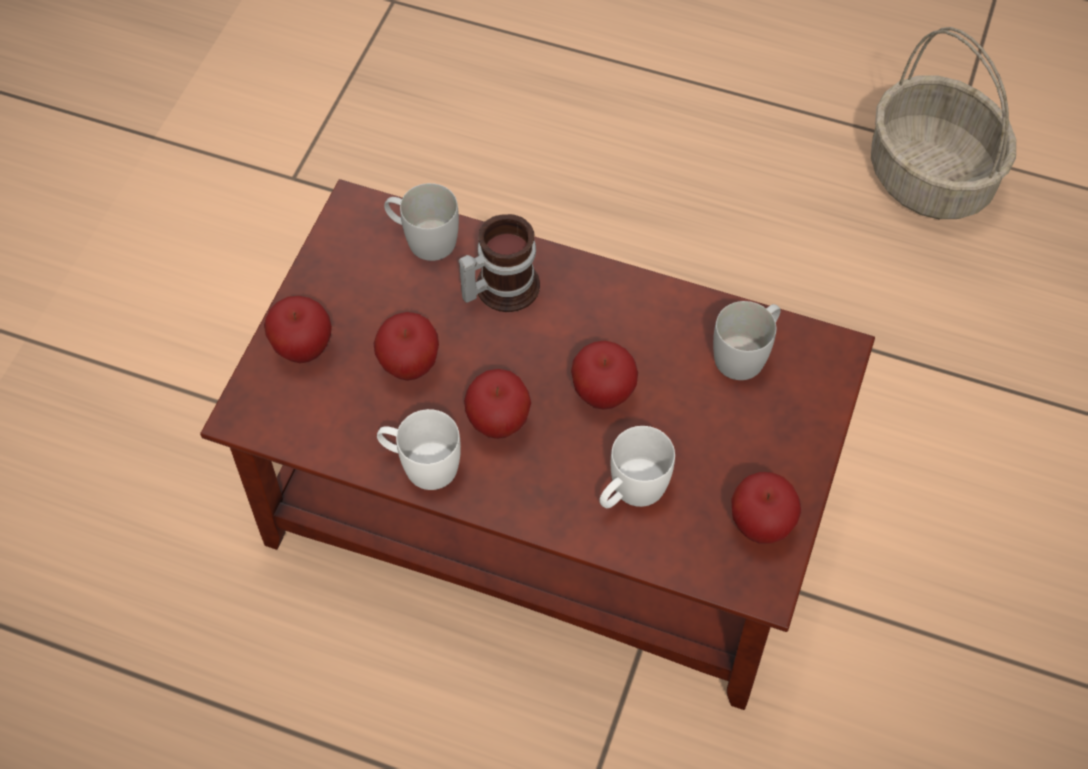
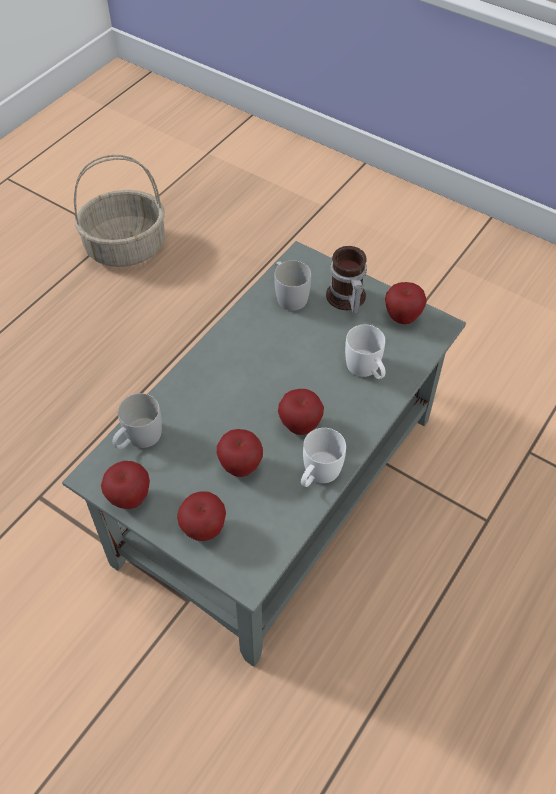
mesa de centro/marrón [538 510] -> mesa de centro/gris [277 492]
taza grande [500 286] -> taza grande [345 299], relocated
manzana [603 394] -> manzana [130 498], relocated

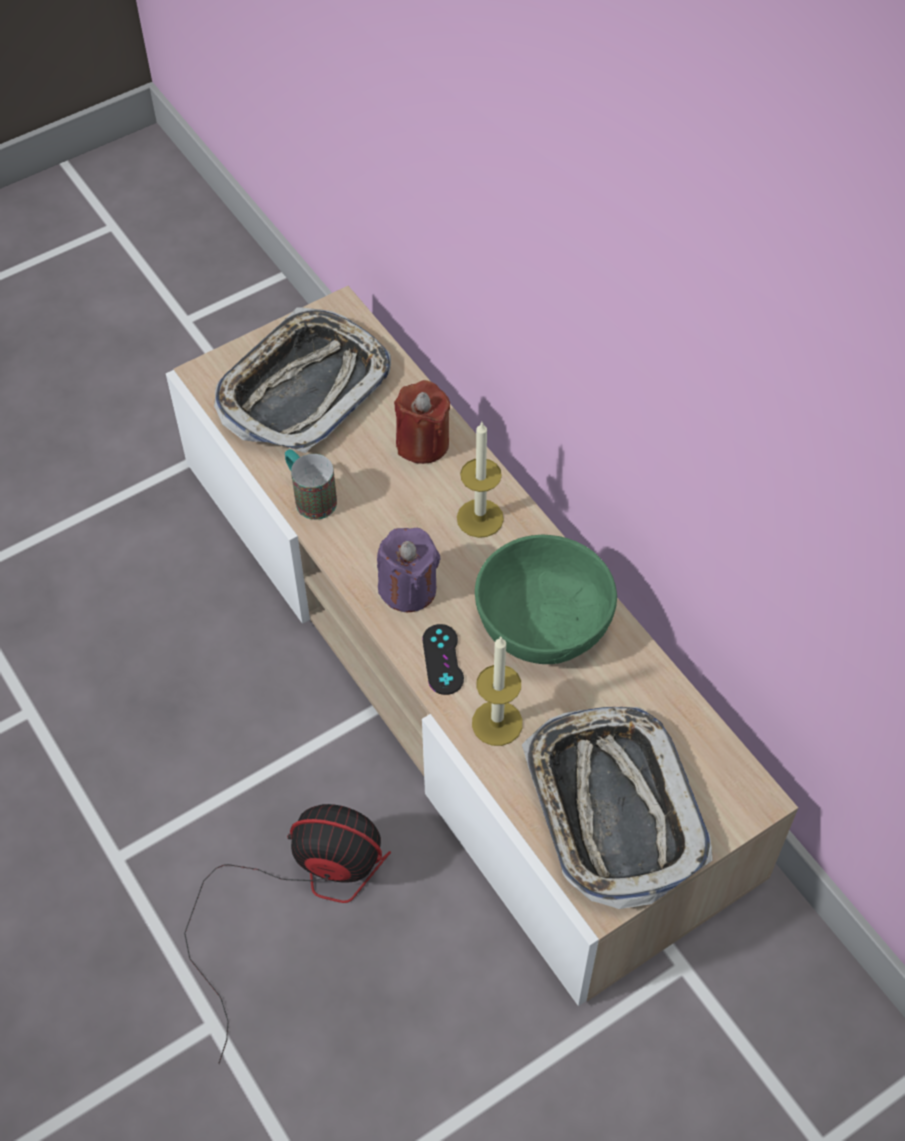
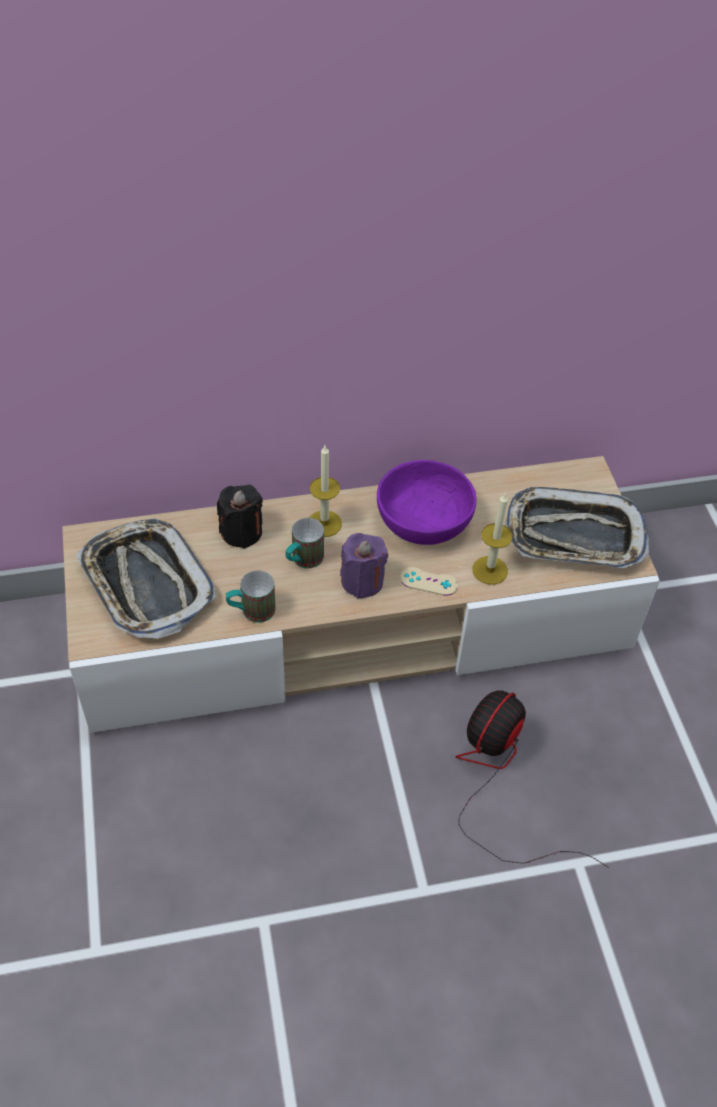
vela/rojo [422 443] -> vela/negro [241 532]
mando de consola/negro [443 659] -> mando de consola/beis [428 581]
cuenco/verde [543 620] -> cuenco/morado [423 520]
none -> taza grande [303 561]

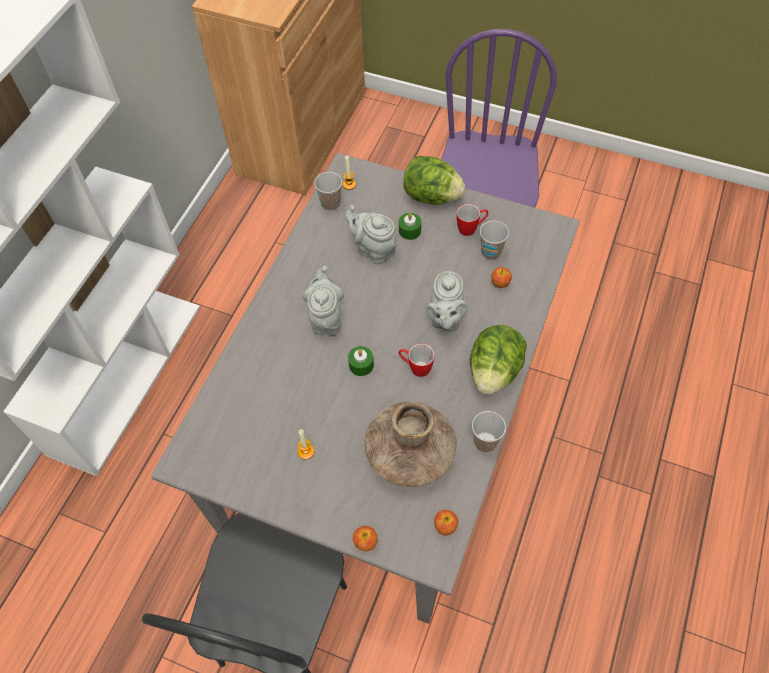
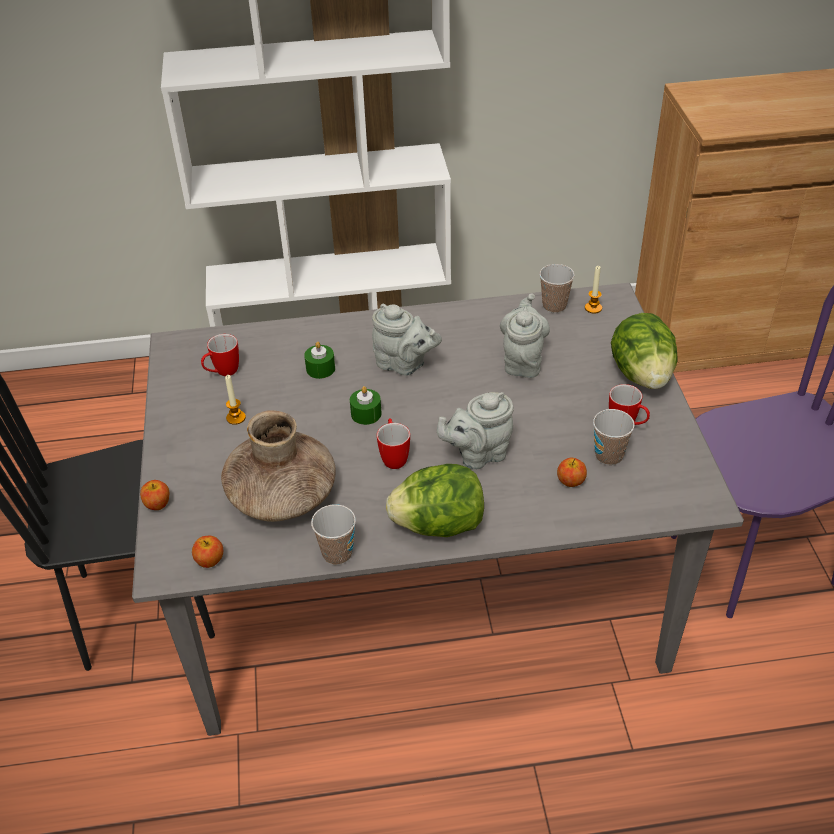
tetera/gris [326 318] -> tetera/gris [404 365], 60 degrees clockwise
vela/verde [409 231] -> vela/verde [320 369], relocated
none -> taza grande [222 373]

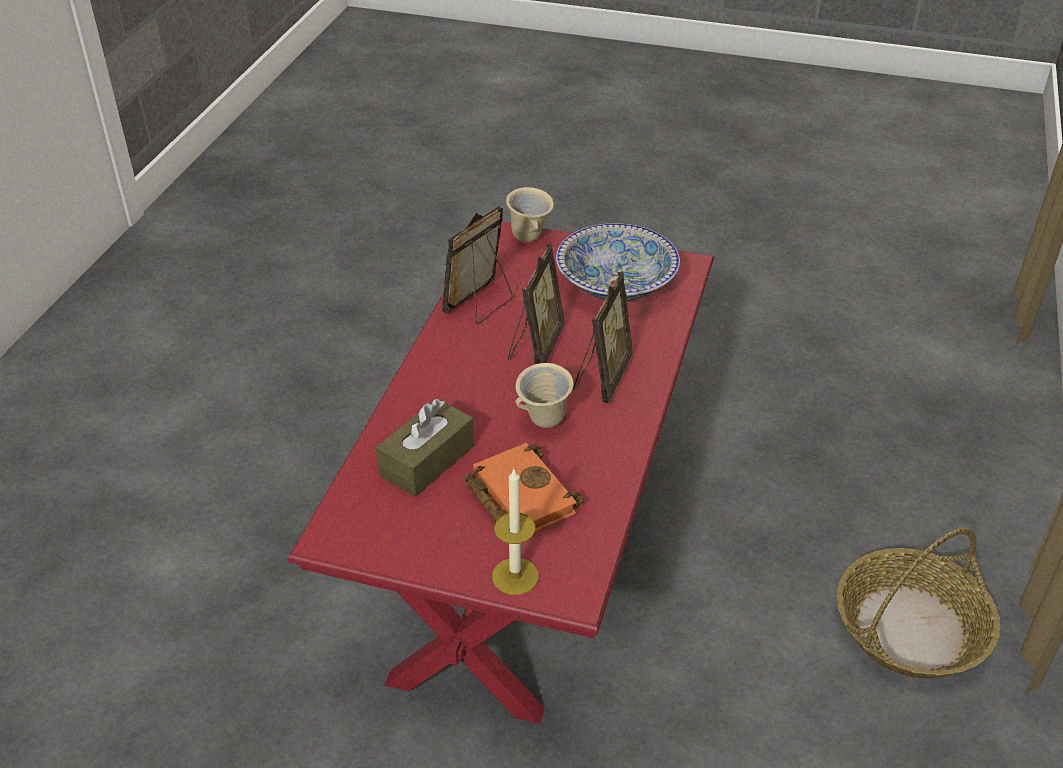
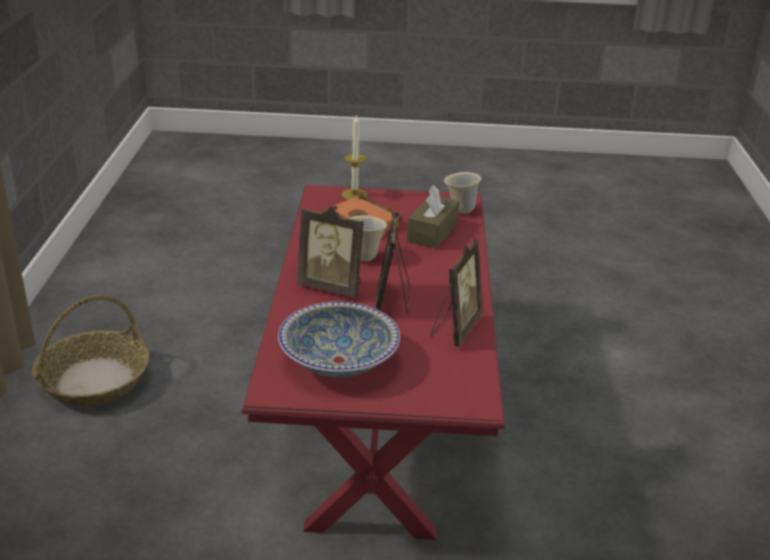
taza grande/beis [530 239] -> taza grande/beis [460 210], relocated
portarretratos [601 377] -> portarretratos [332 286], 75 degrees counterclockwise

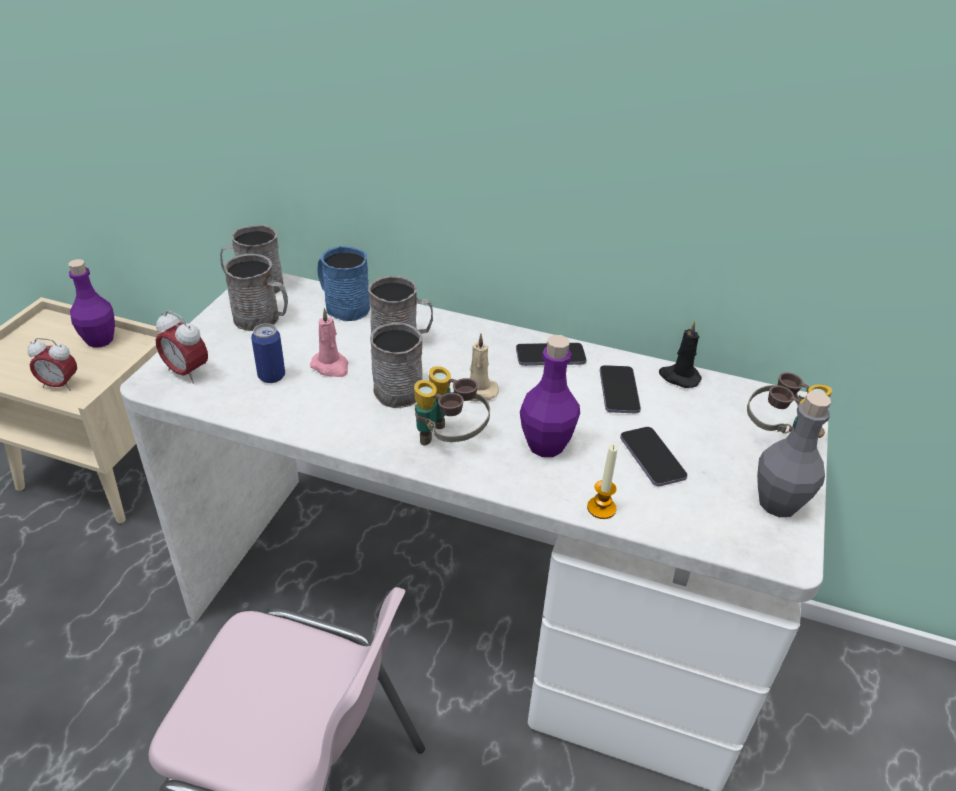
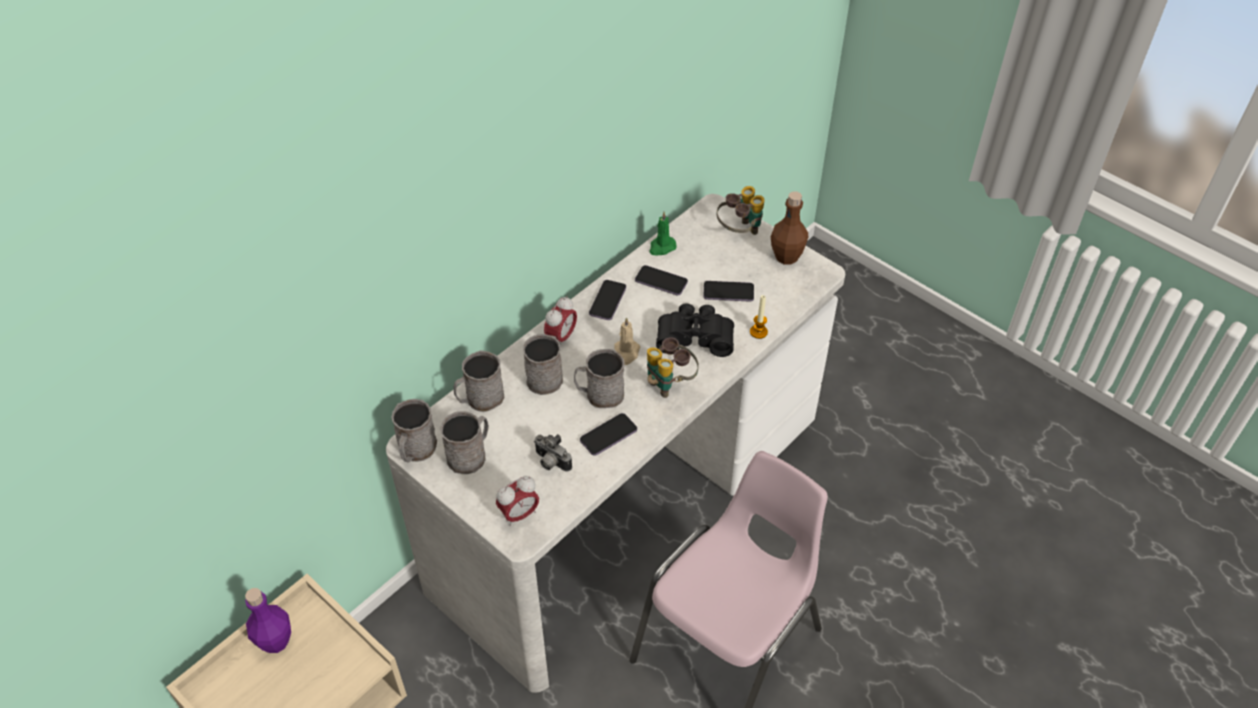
despertador [60 385] -> despertador [561 337], relocated
lata [271 376] -> cámara [550 463]
vela/rosa [331 366] -> none
taza grande/azul [343 306] -> taza grande/gris [480 399]
botella/morado [546 445] -> prismáticos/negro [695 336]
vela/negro [679 377] -> vela/verde [661 247]
botella/gris [778 503] -> botella/marrón [786 256]
none -> móvil [608 435]

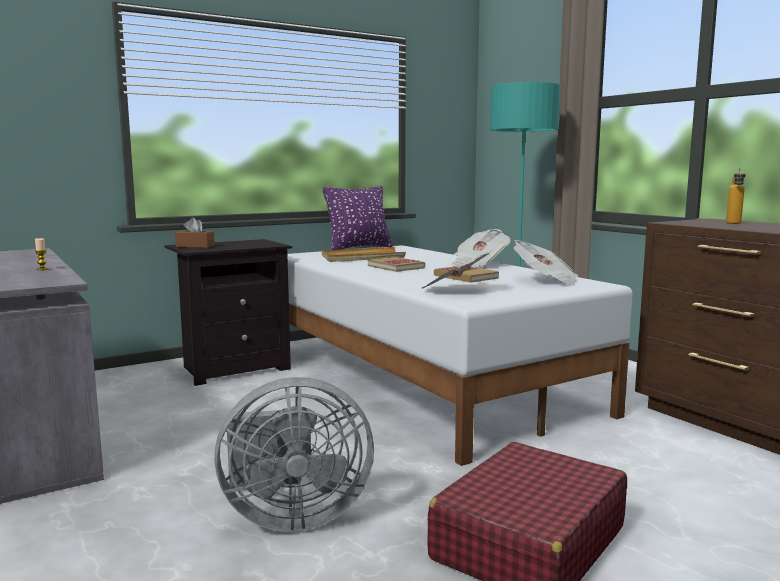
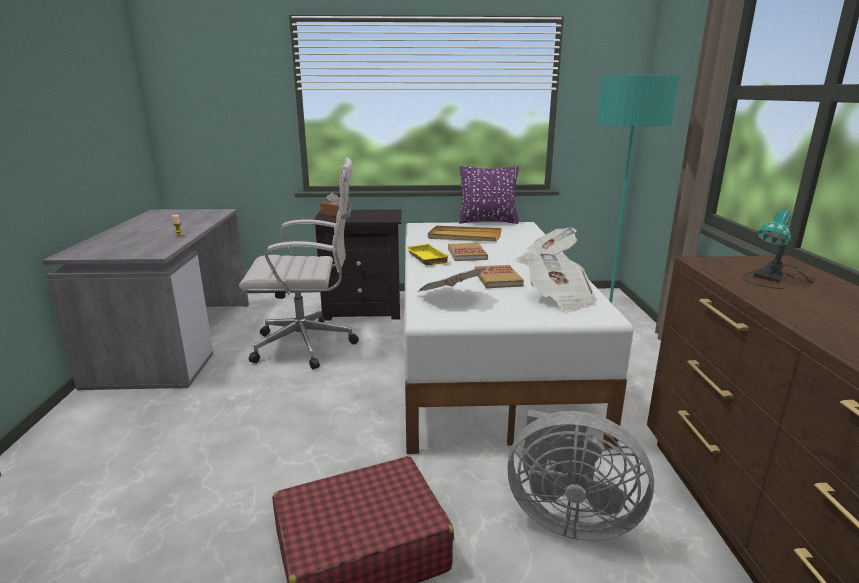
ventilador/gris [290 517] -> ventilador/gris [567 517], relocated
botella [734 224] -> lámpara de mesa [776 276]
none -> silla de oficina/blanco [309 345]
none -> bandeja/amarillo [425 258]

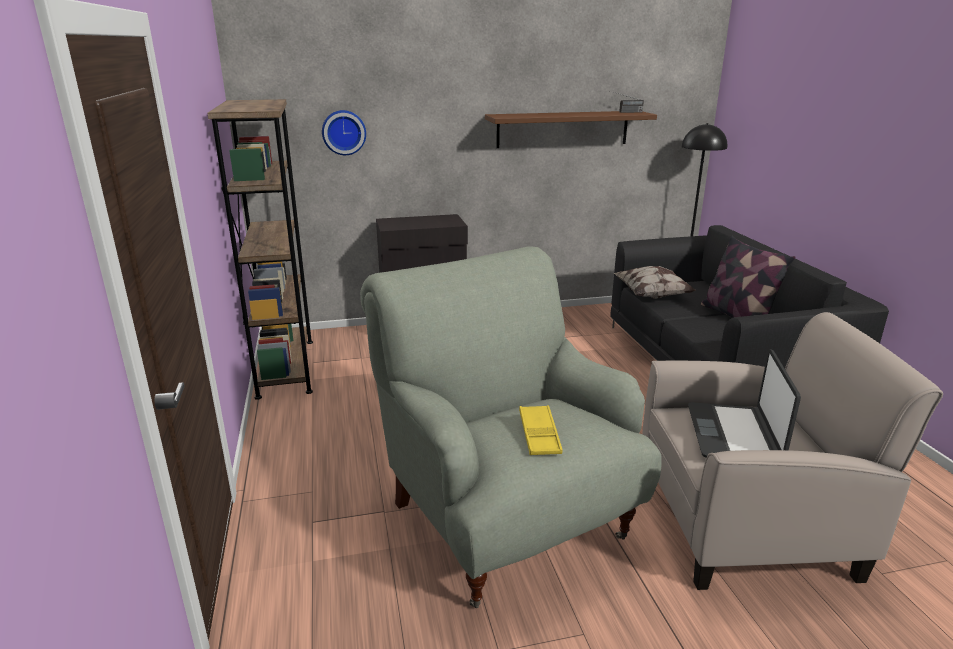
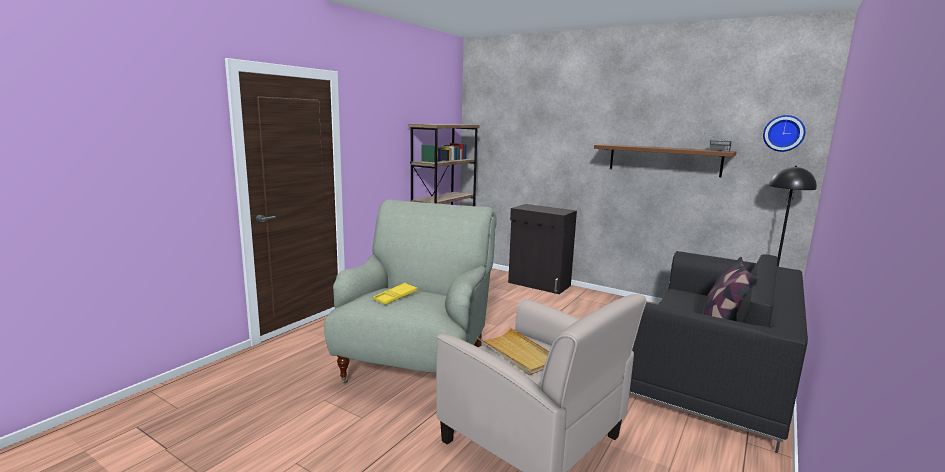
reloj de pared [344 132] -> reloj de pared [783 133], relocated
cojín [652 295] -> none
portátil [734 434] -> bandeja/beis [518 353]

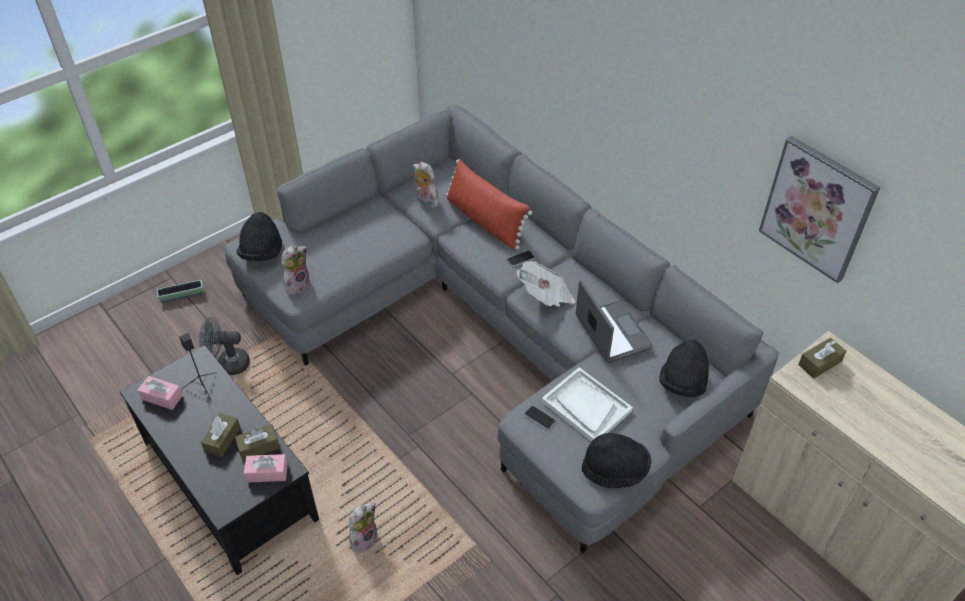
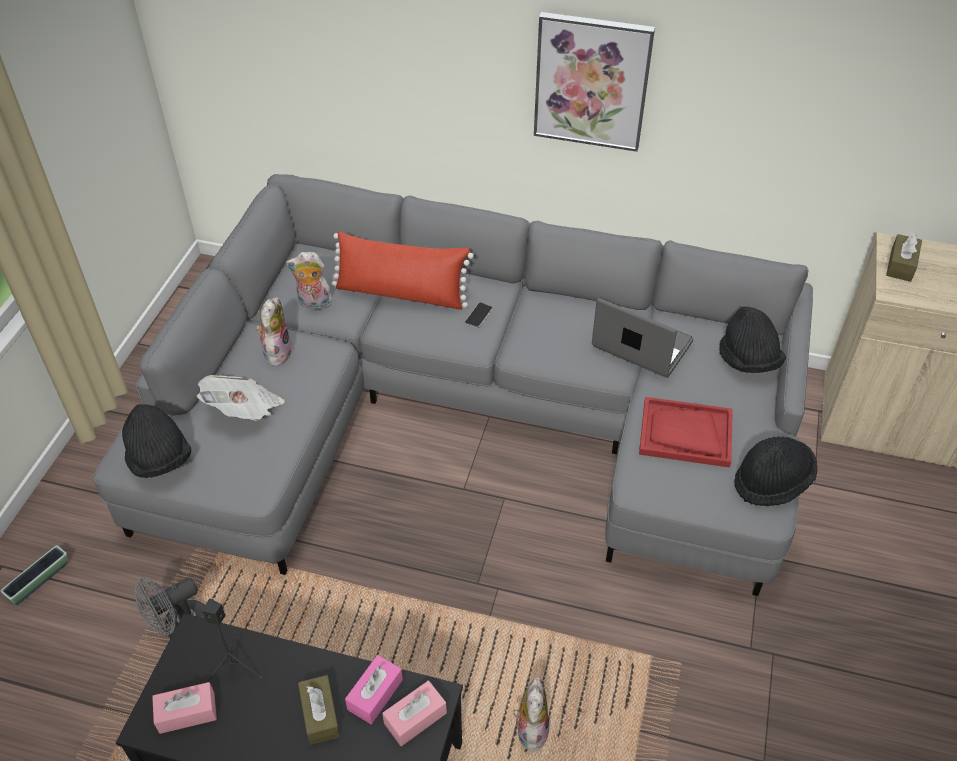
caja de pañuelos/marrón [258 447] -> caja de pañuelos/rosa [375 694]
peluche [297 284] -> peluche [276 352], relocated
periódico [546 296] -> periódico [244 410], relocated
móvil [539 418] -> none
bandeja/blanco [586 406] -> bandeja/rojo [685 434]
cuadro [817 209] -> cuadro [591 81], relocated

